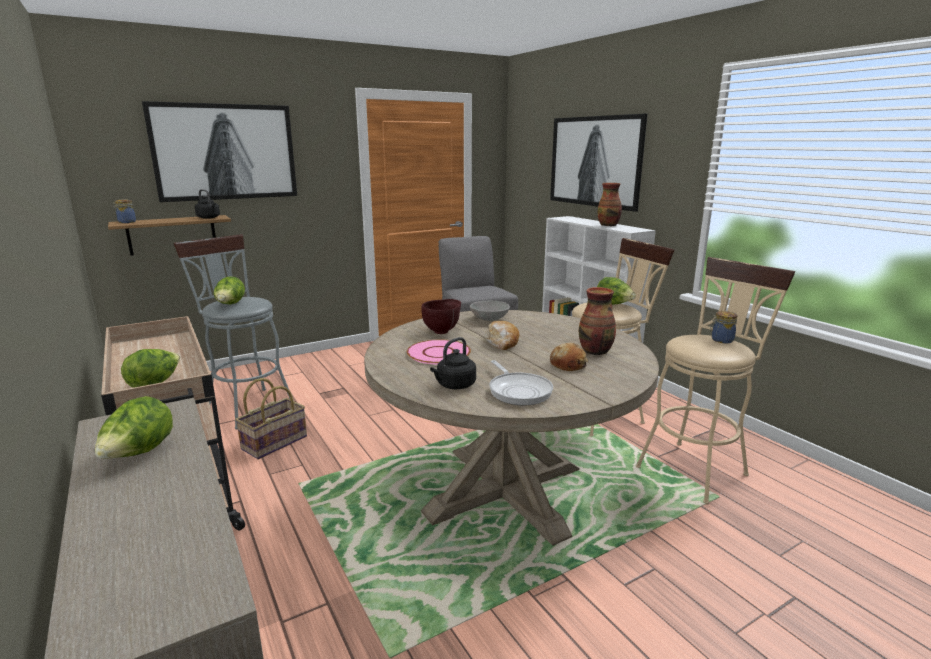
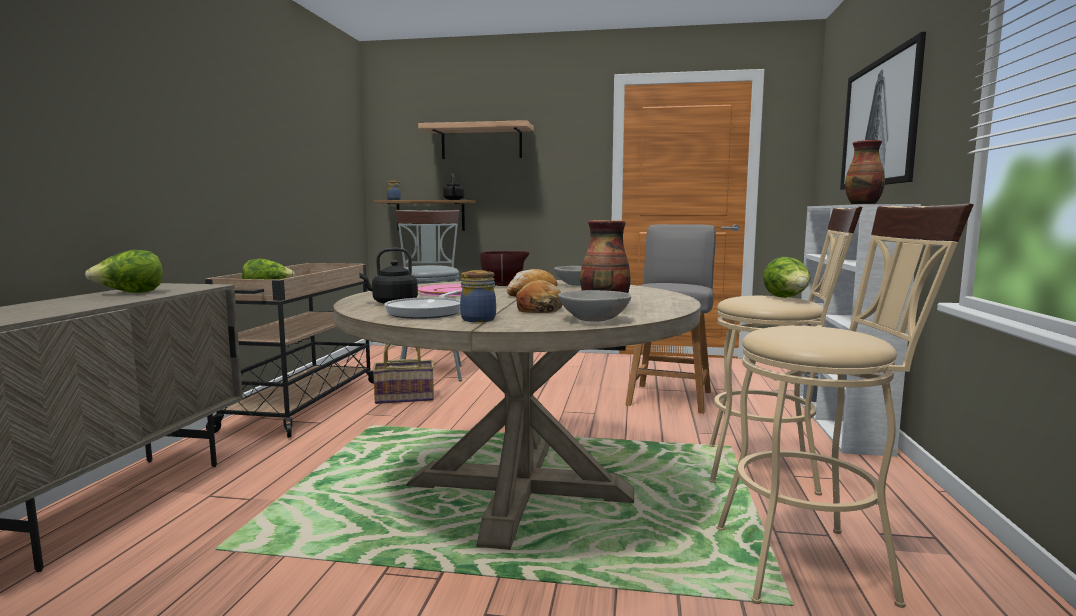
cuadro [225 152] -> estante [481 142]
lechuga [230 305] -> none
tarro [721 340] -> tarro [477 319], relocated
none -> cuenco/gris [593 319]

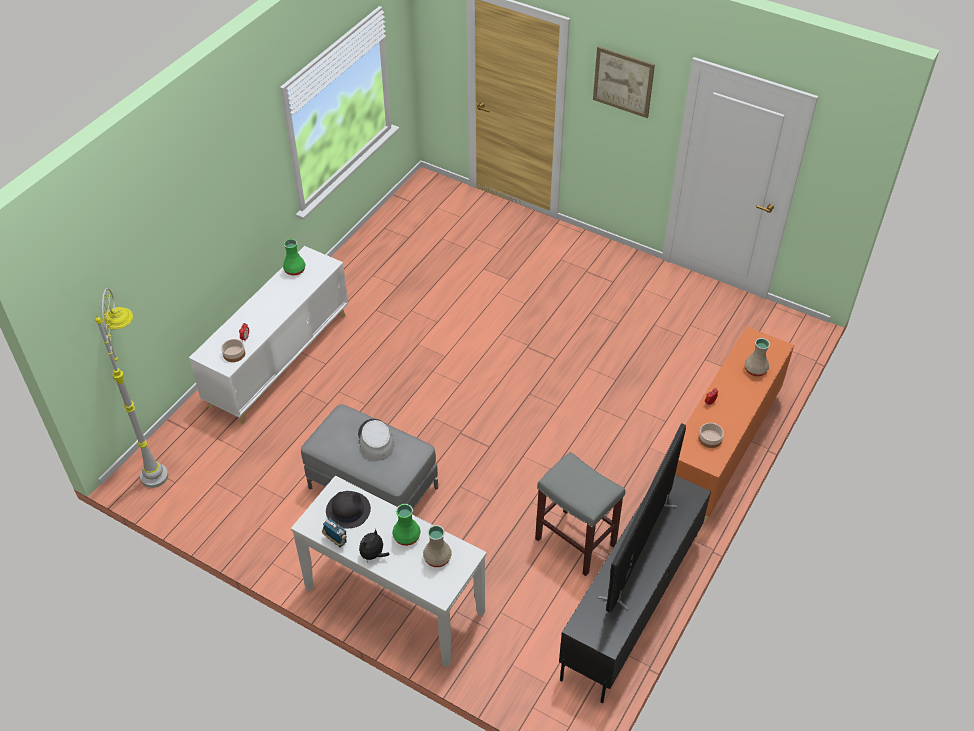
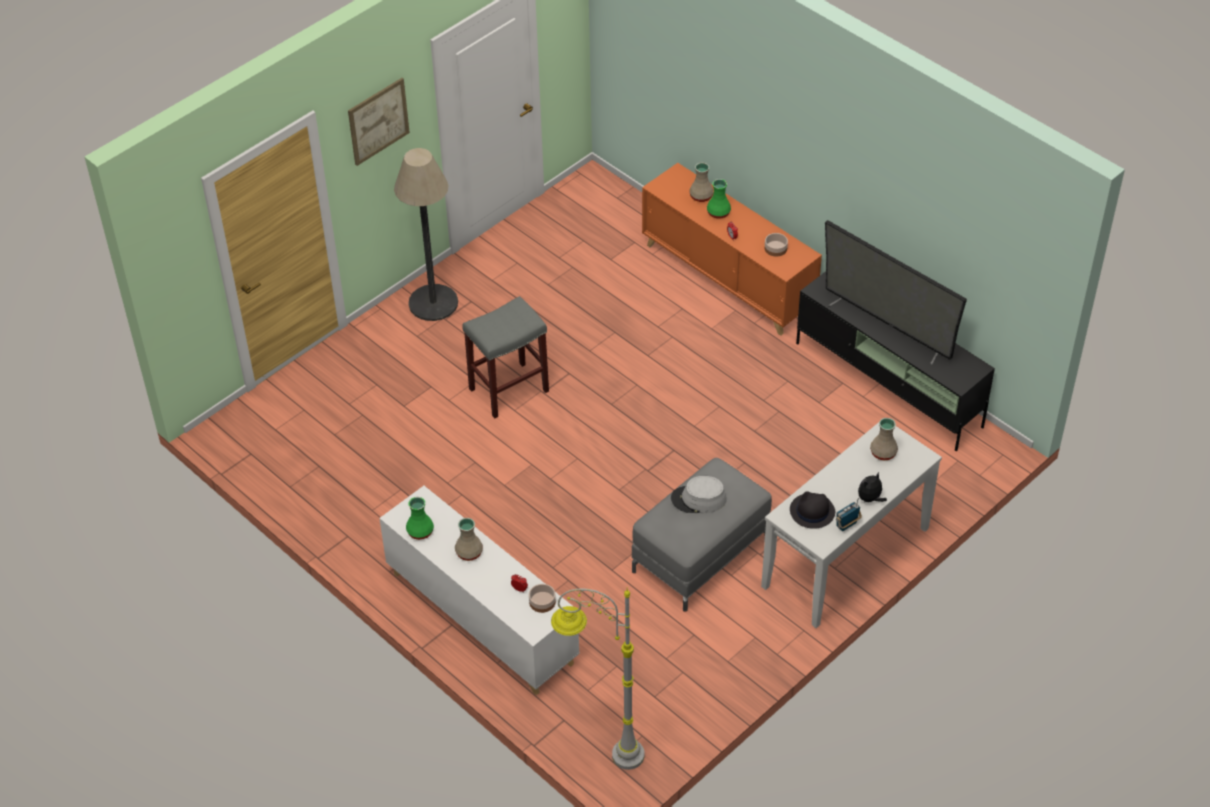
peluche [373 555] -> peluche [870 499], 90 degrees clockwise
florero/verde [407 536] -> florero/verde [718 212], relocated
taburete/gris [574 541] -> taburete/gris [508 391], relocated
none -> lámpara de pie [433 303]
none -> florero/beis [469 553]

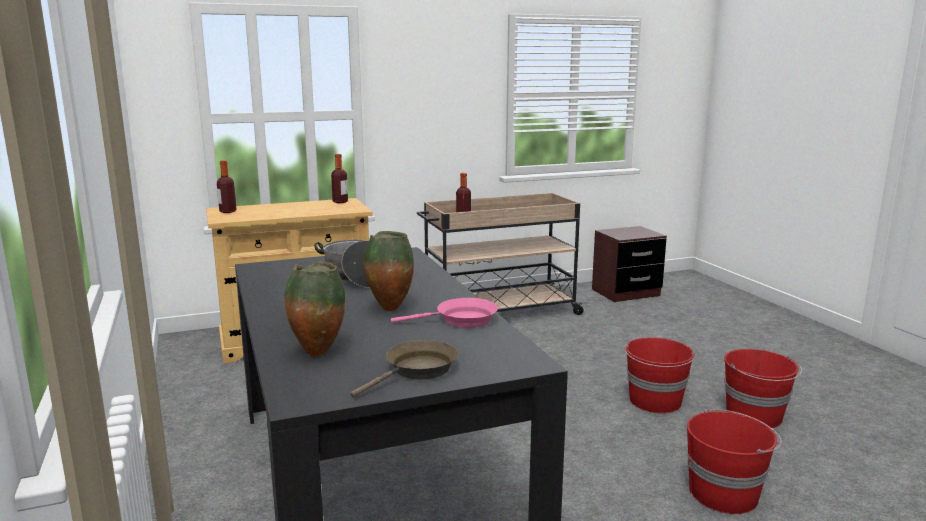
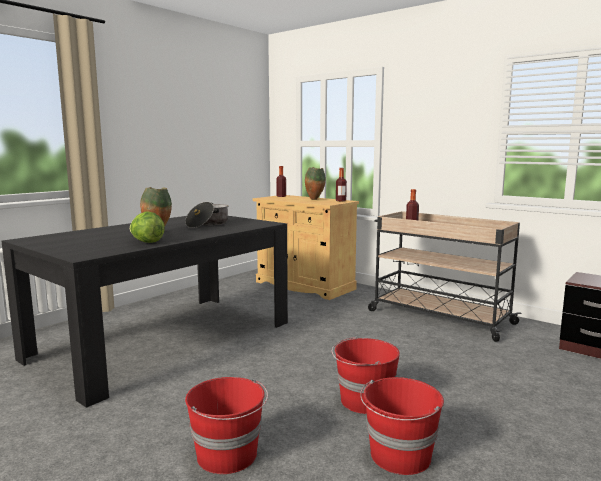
florero [317 352] -> florero [315 199], relocated
sartén/marrón [417 370] -> none
sartén/rosa [461 320] -> lechuga [147 242]

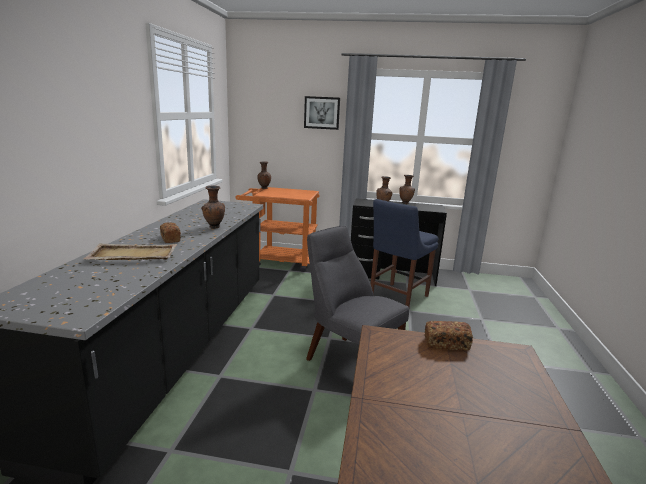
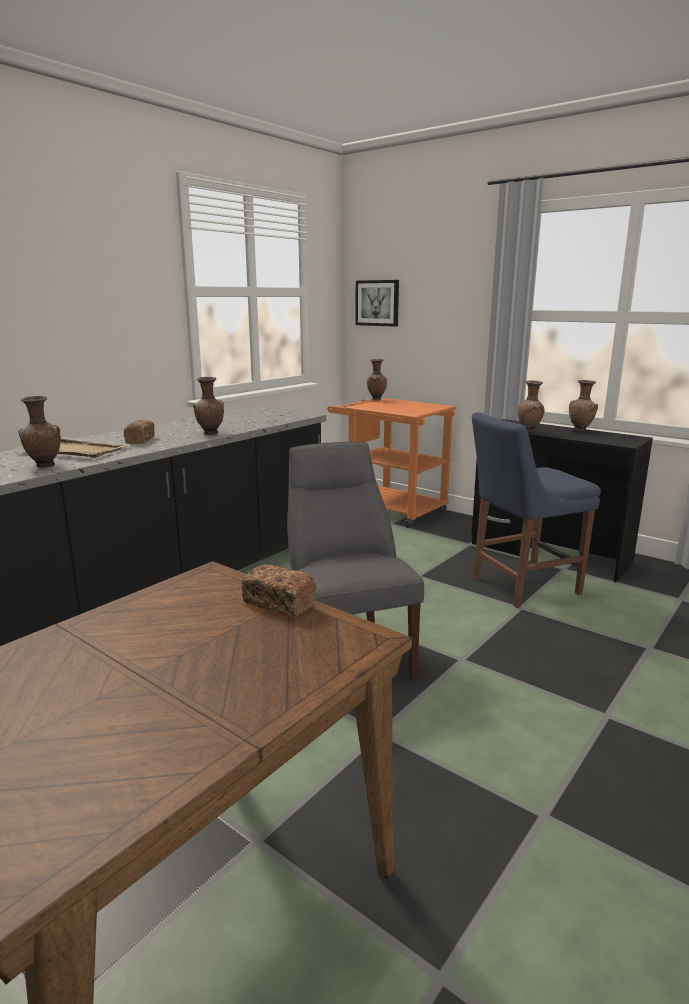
cuadro [322 113] -> cuadro [377 303], relocated
none -> florero/marrón [44 466]

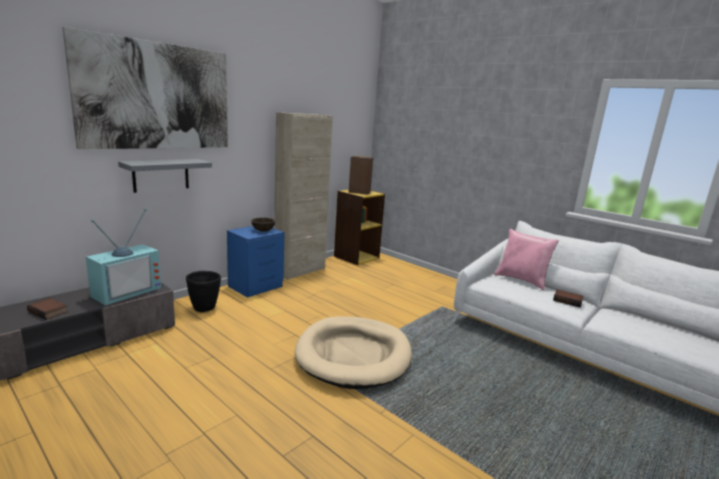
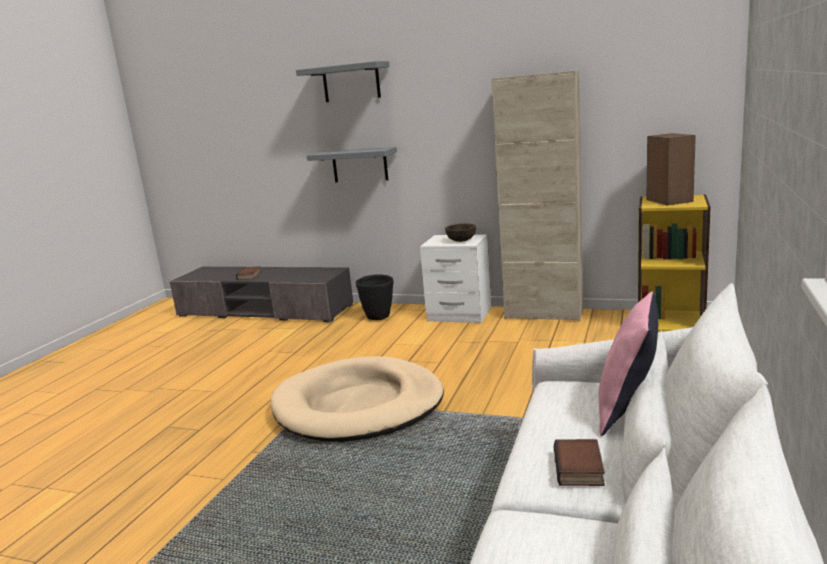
cuadro [157 96] -> estante/gris [351 82]
televisor [126 291] -> none
mesita de noche/azul [257 286] -> mesita de noche/blanco [460 314]

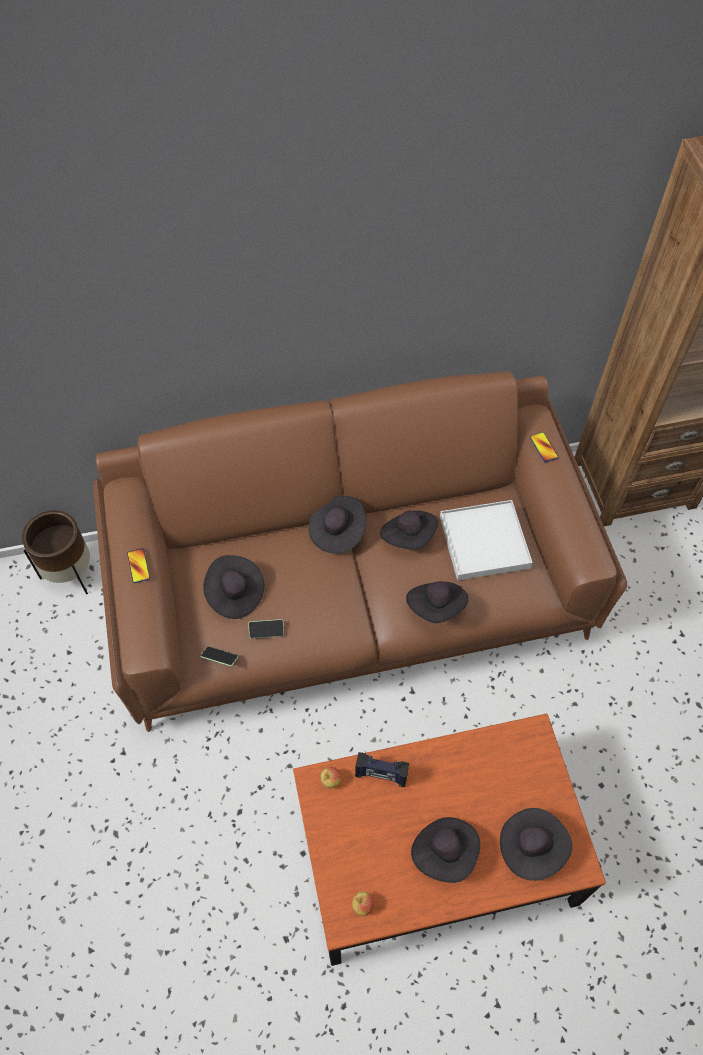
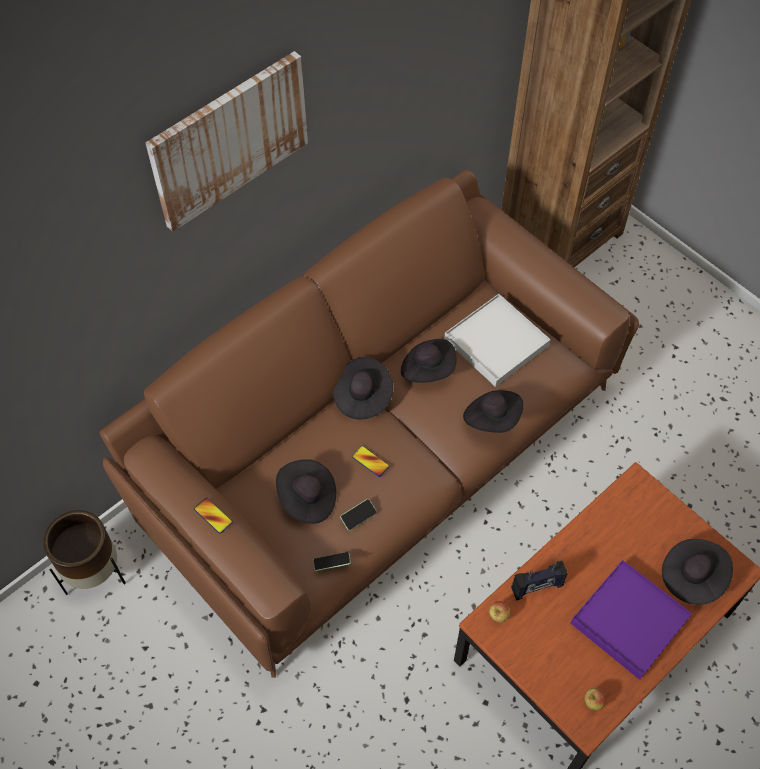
sombrero/negro [445 852] -> bandeja/morado [629 620]
móvil [543 447] -> móvil [370 461], relocated
none -> cuadro [229 140]

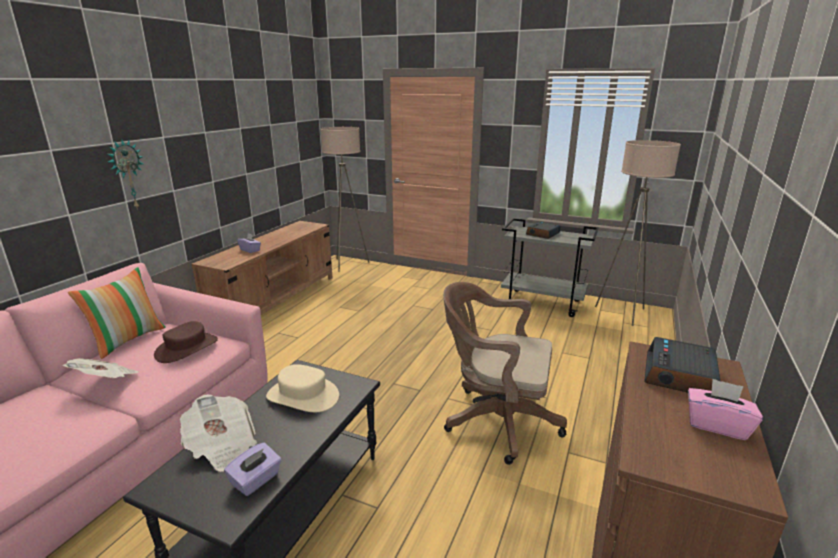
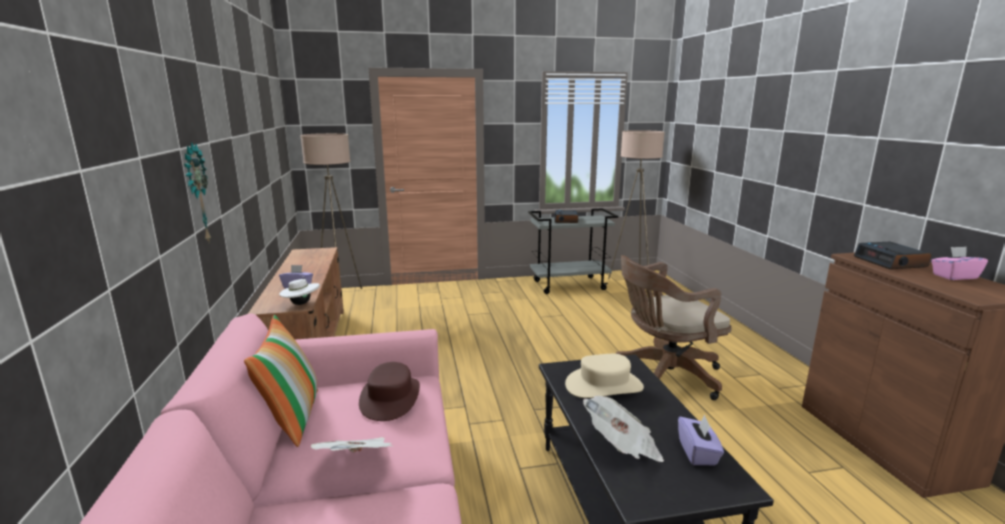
none -> sombrero/blanco [301 303]

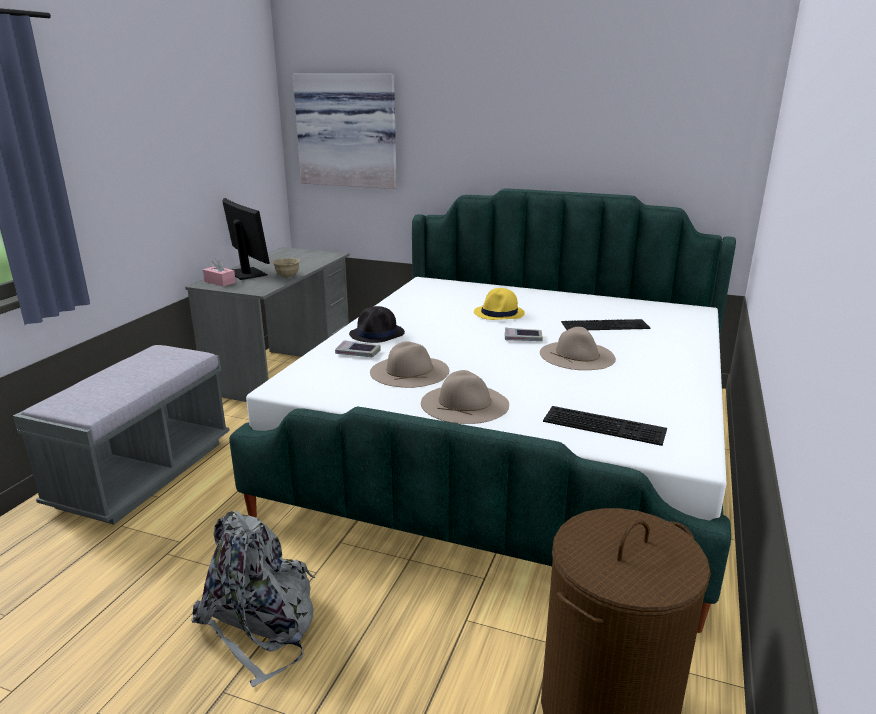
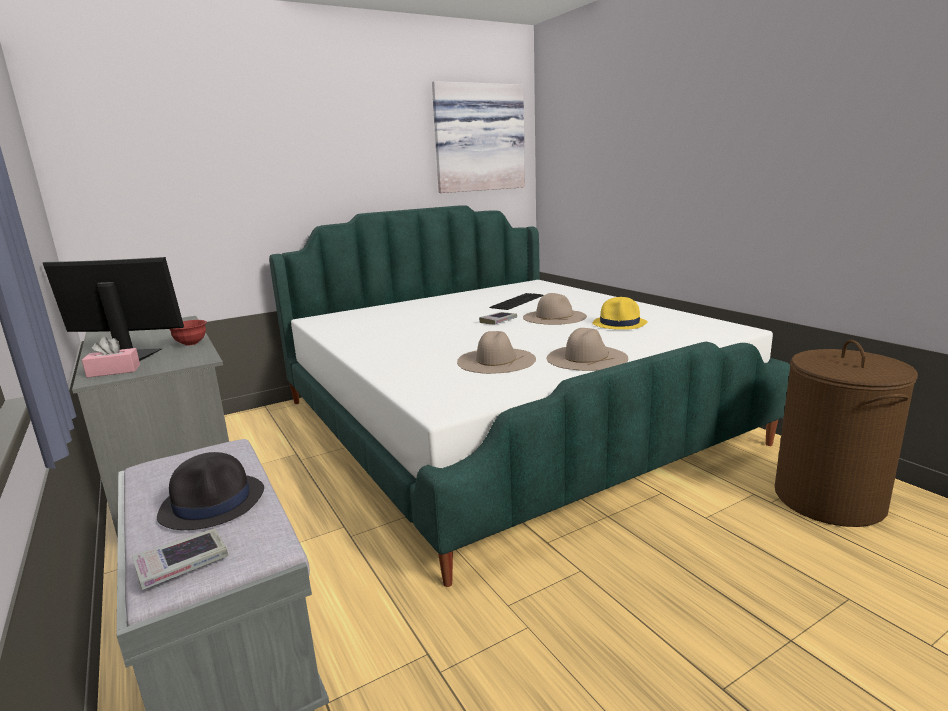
mochila/gris [261 624] -> none
cuenco/beis [287 276] -> cuenco/rojo [191 343]
cuadro [348 131] -> cuadro [478 138], relocated
libro [358 353] -> libro [182 564], relocated
sombrero/negro [377 334] -> sombrero/negro [213 502], relocated
sombrero/amarillo [499 313] -> sombrero/amarillo [620 324], relocated
teclado [605 424] -> none

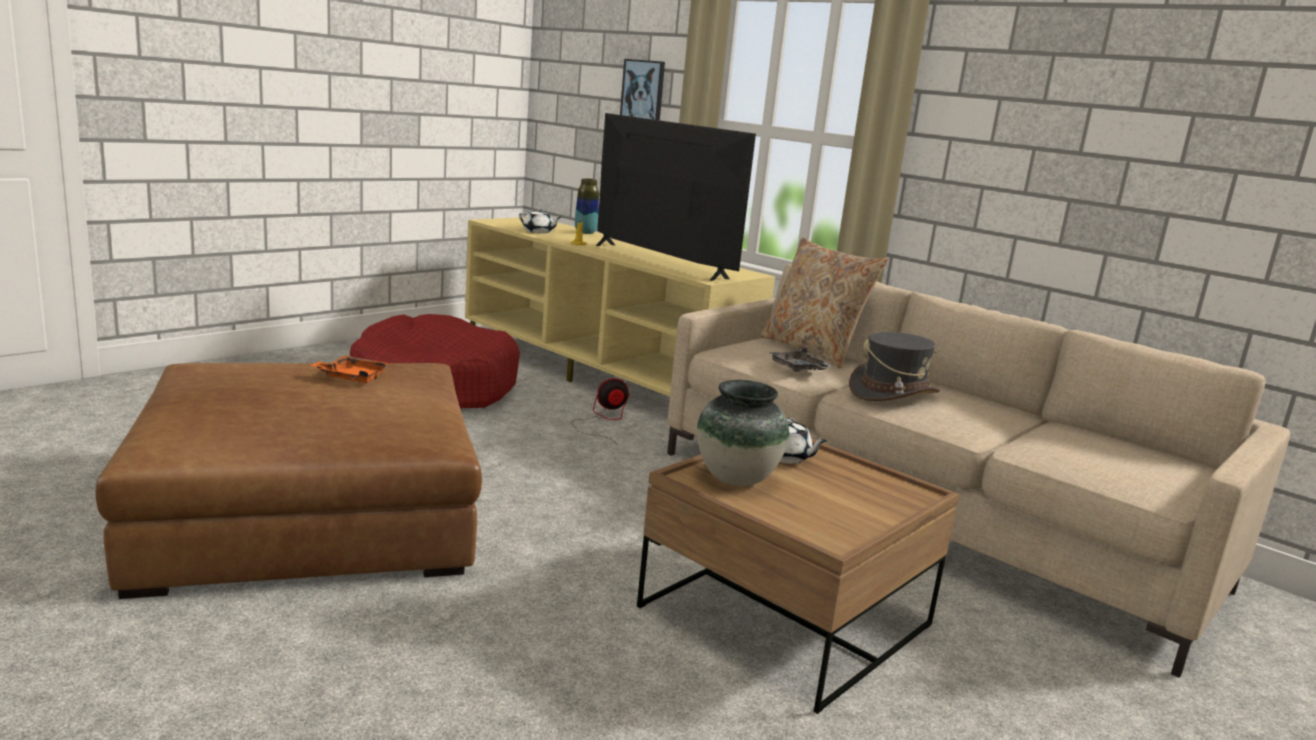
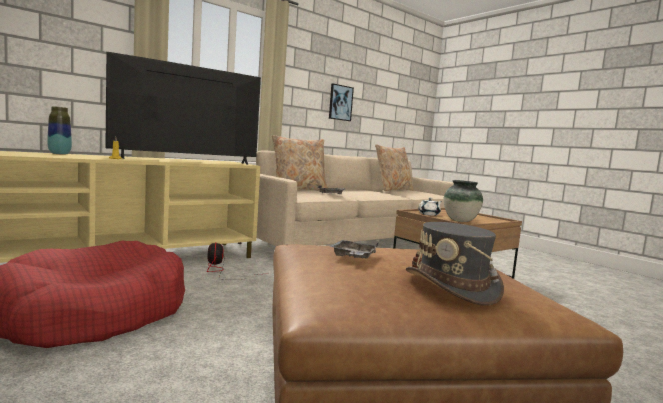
bandeja/naranja [352 377] -> bandeja/gris [353 257]
tetera/blanco [538 232] -> none
cuadro [643 94] -> cuadro [340 102], relocated
sombrero/gris [892 393] -> sombrero/gris [452 287], relocated
none -> cojín/beis [392 190]

